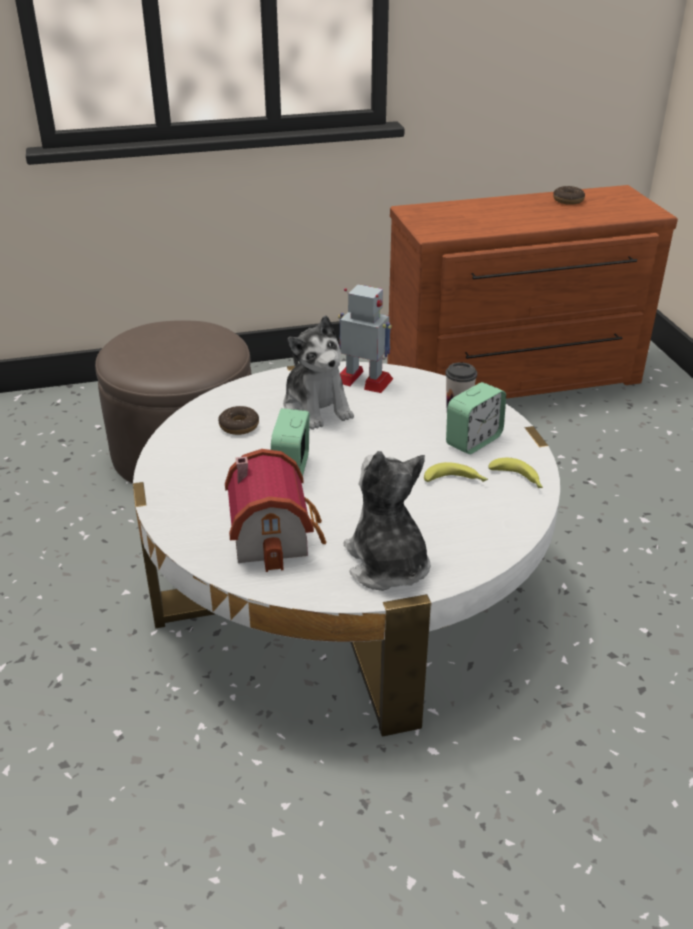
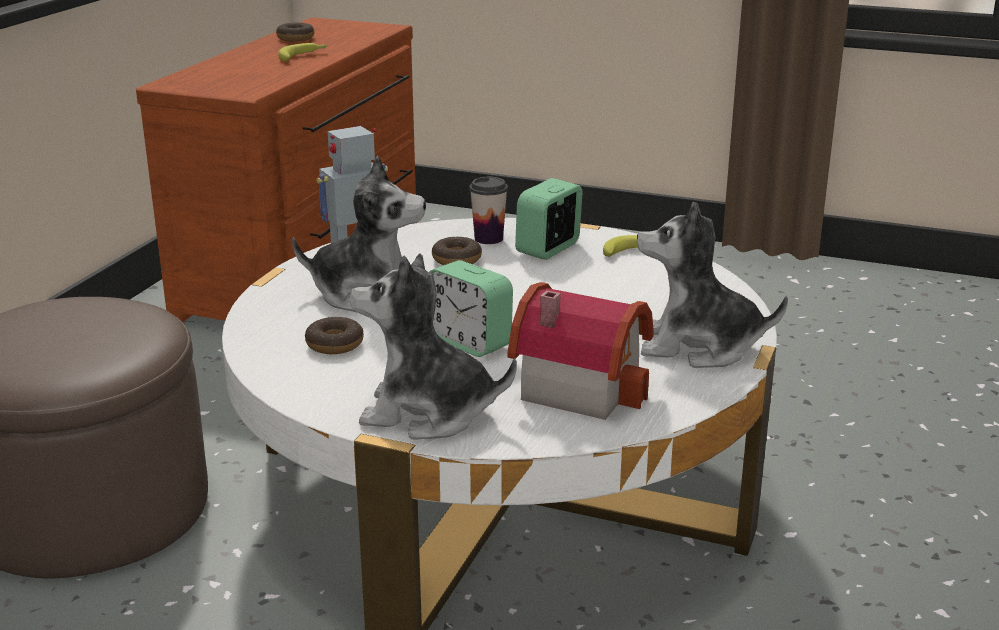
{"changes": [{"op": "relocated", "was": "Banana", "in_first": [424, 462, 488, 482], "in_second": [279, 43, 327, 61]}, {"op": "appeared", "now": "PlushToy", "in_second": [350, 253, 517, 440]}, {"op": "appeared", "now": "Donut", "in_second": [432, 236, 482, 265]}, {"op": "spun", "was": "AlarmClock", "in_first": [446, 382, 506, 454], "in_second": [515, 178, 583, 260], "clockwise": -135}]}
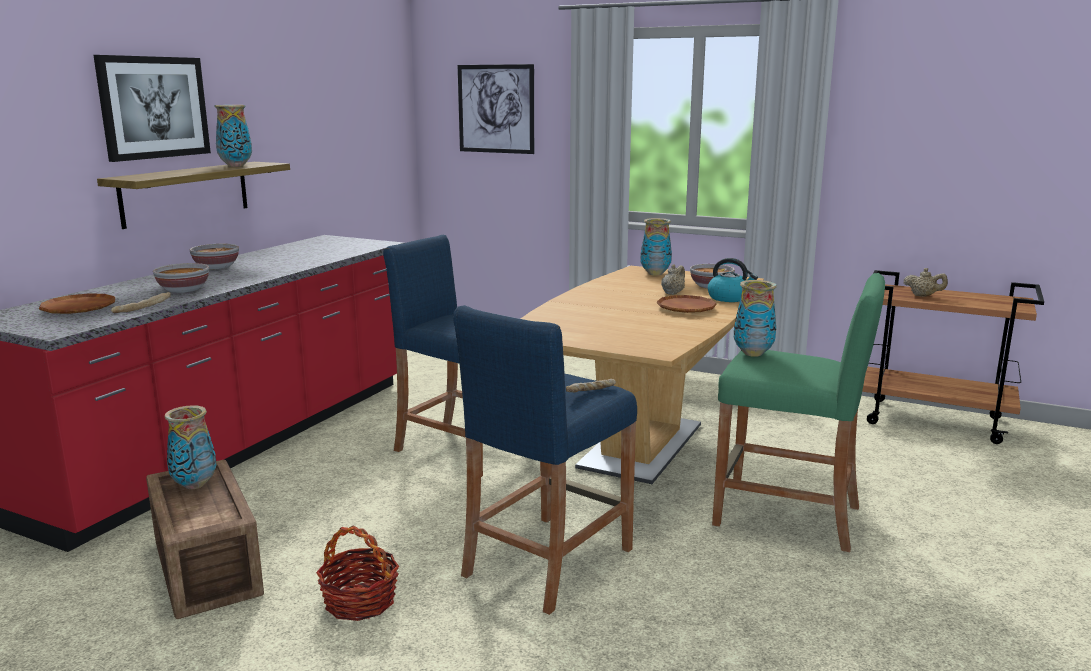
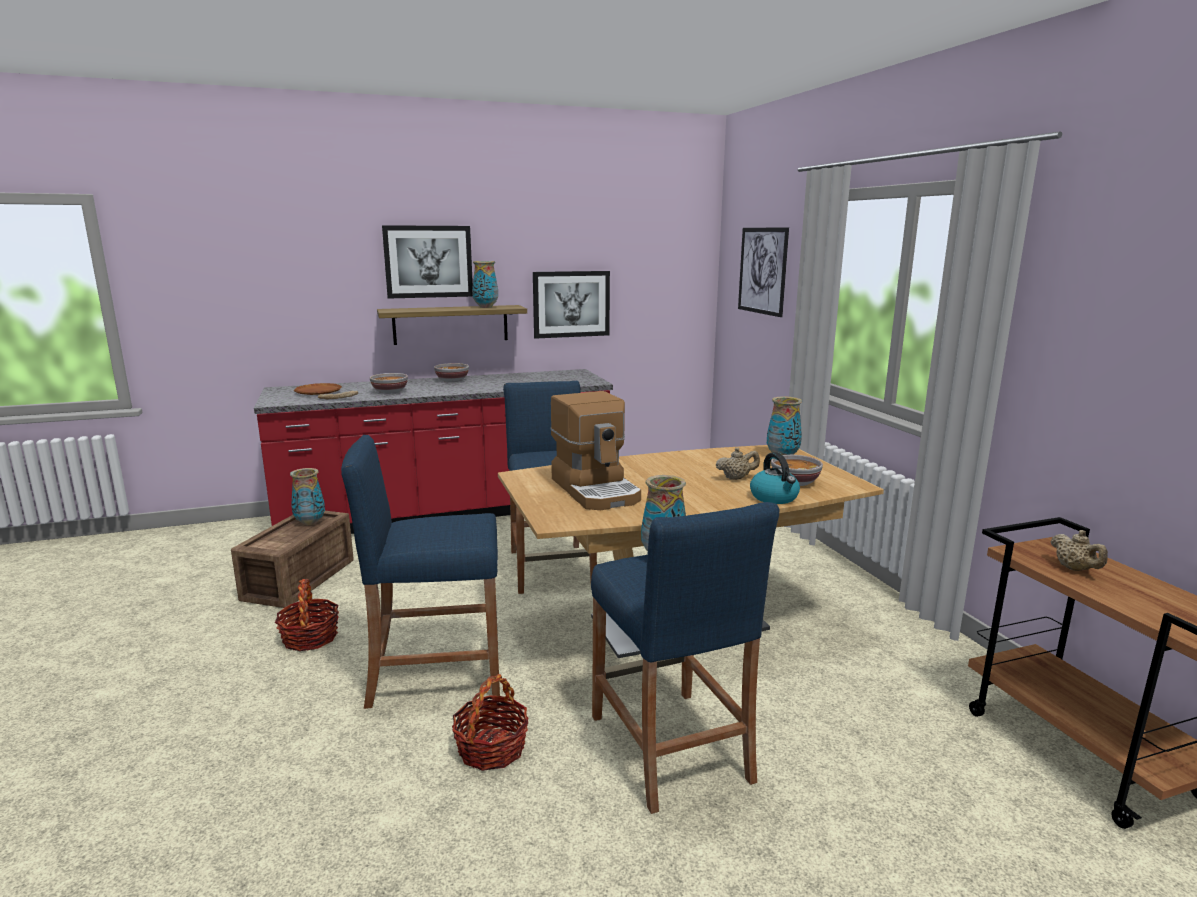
{"changes": [{"op": "appeared", "now": "Basket", "in_second": [452, 674, 528, 771]}, {"op": "appeared", "now": "Picture", "in_second": [533, 271, 610, 339]}, {"op": "appeared", "now": "CoffeeMachine", "in_second": [550, 391, 641, 510]}, {"op": "colour", "was": "GreenStool", "now": "BlueStool", "in_first": [712, 273, 885, 552], "in_second": [591, 502, 779, 814]}, {"op": "missing", "was": "Bread", "in_first": [566, 379, 616, 393]}, {"op": "missing", "was": "BrownPlate", "in_first": [657, 295, 717, 313]}]}
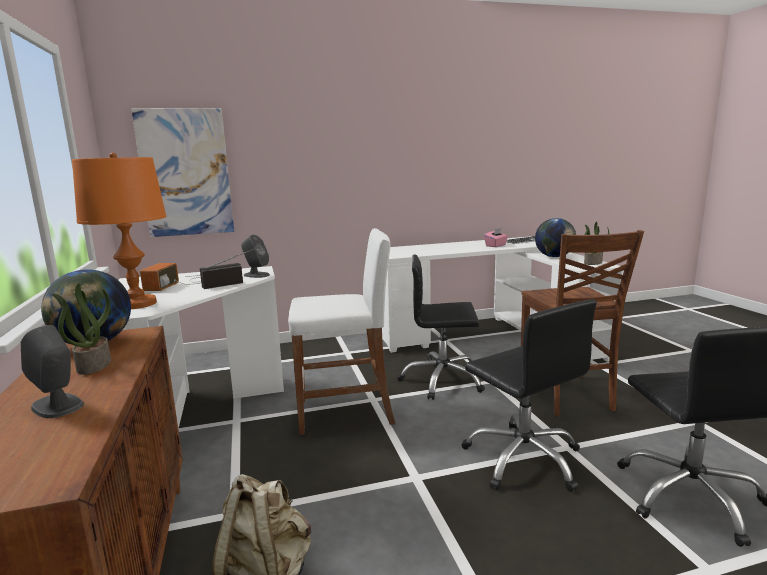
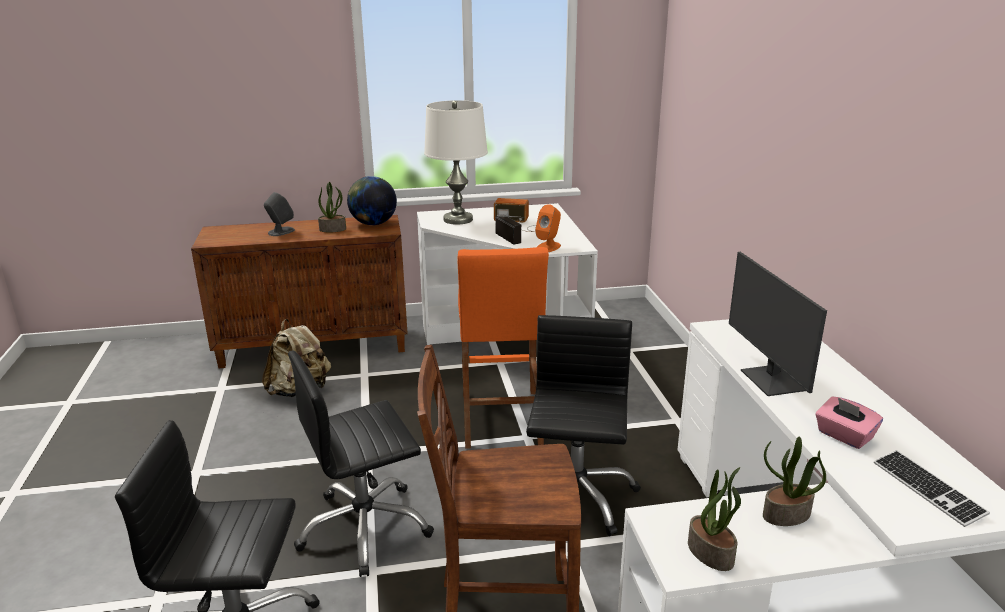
{"changes": [{"op": "colour", "was": "OrangeTableLamp", "now": "WhiteTableLamp", "in_first": [72, 152, 167, 309], "in_second": [424, 100, 488, 225]}, {"op": "colour", "was": "WhiteStool", "now": "OrangeStool", "in_first": [288, 228, 395, 435], "in_second": [457, 247, 549, 449]}, {"op": "colour", "was": "GreySpeaker", "now": "OrangeSpeaker", "in_first": [241, 235, 270, 278], "in_second": [535, 204, 561, 252]}, {"op": "appeared", "now": "Monitor", "in_second": [729, 252, 827, 396]}, {"op": "exchanged", "was": "Globe", "now": "PottedPlant", "in_first": [535, 218, 576, 257], "in_second": [763, 437, 826, 526]}, {"op": "missing", "was": "Picture", "in_first": [131, 108, 234, 237]}]}
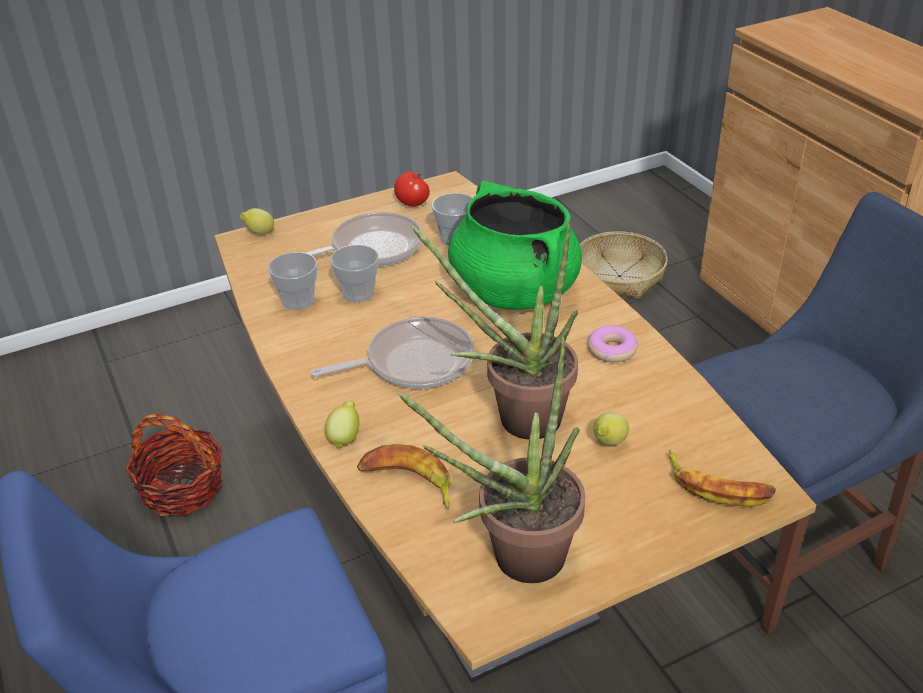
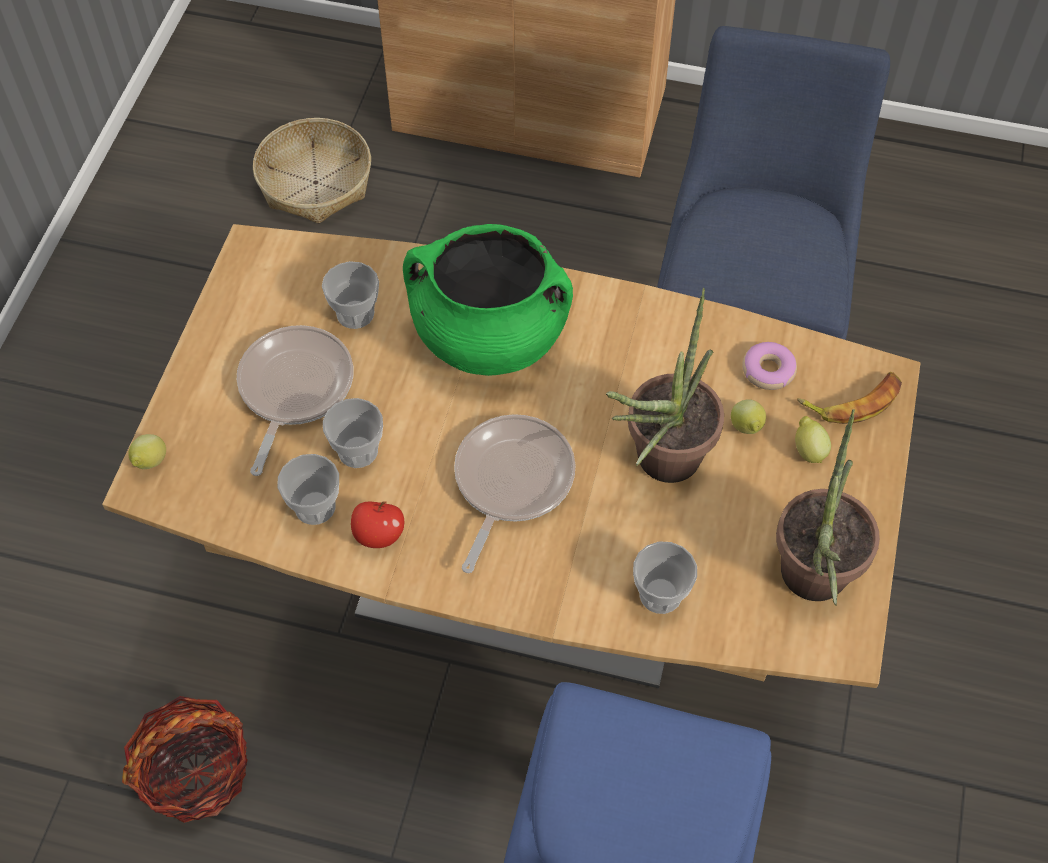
{"changes": [{"op": "relocated", "was": "Apple", "in_first": [394, 172, 430, 207], "in_second": [351, 501, 404, 548]}, {"op": "exchanged", "was": "Banana", "now": "Cup", "in_first": [357, 444, 451, 509], "in_second": [633, 541, 697, 614]}, {"op": "relocated", "was": "Donut", "in_first": [588, 325, 638, 362], "in_second": [743, 342, 797, 390]}, {"op": "relocated", "was": "Lemon", "in_first": [325, 401, 359, 449], "in_second": [795, 416, 831, 463]}]}
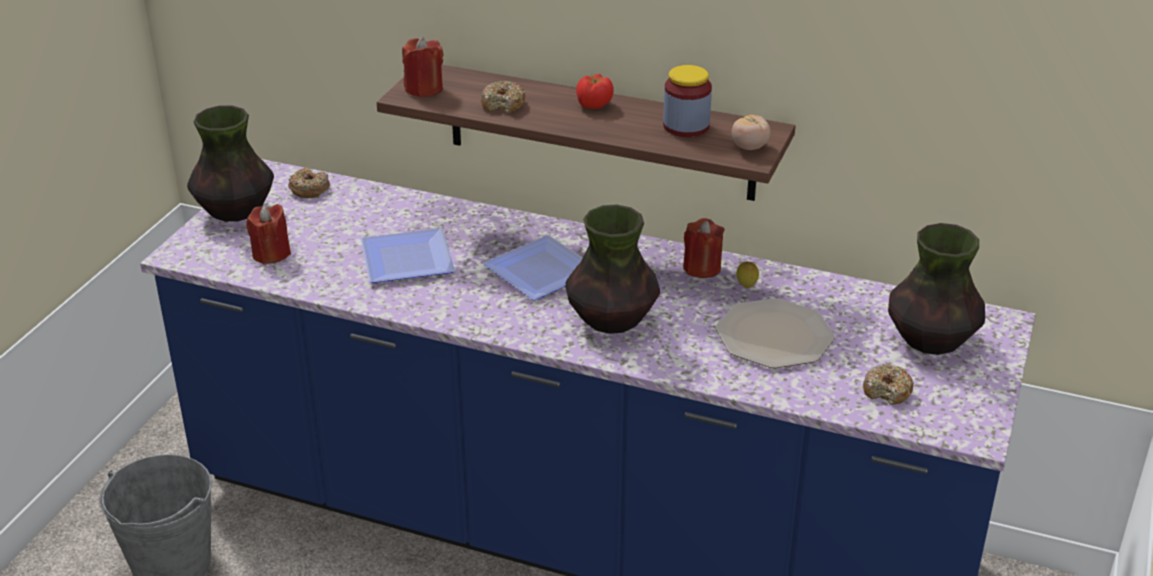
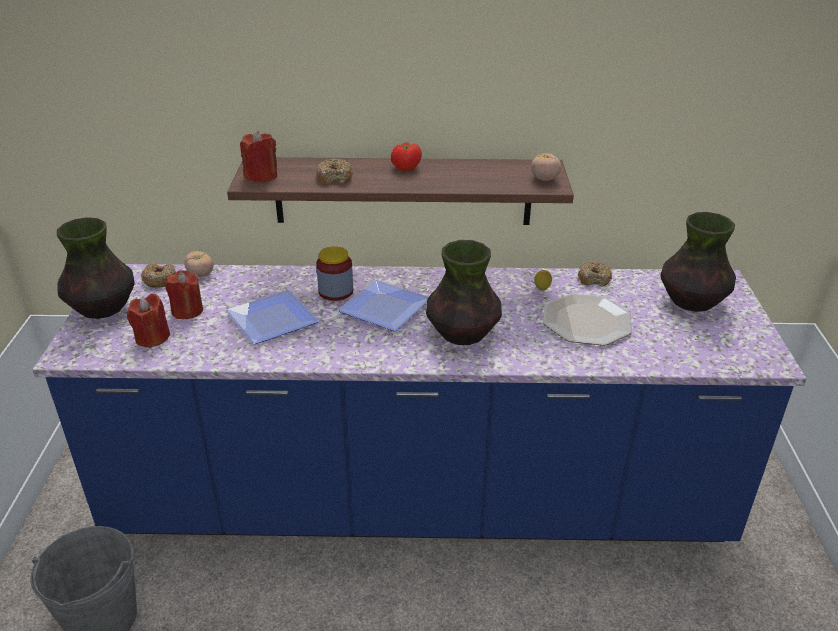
{"changes": [{"op": "relocated", "was": "RedCandle", "in_first": [683, 218, 725, 278], "in_second": [165, 270, 203, 319]}, {"op": "appeared", "now": "Tomato", "in_second": [184, 251, 214, 277]}, {"op": "relocated", "was": "Jar", "in_first": [663, 65, 712, 137], "in_second": [316, 246, 353, 301]}, {"op": "relocated", "was": "Donut", "in_first": [863, 364, 914, 405], "in_second": [578, 261, 612, 287]}]}
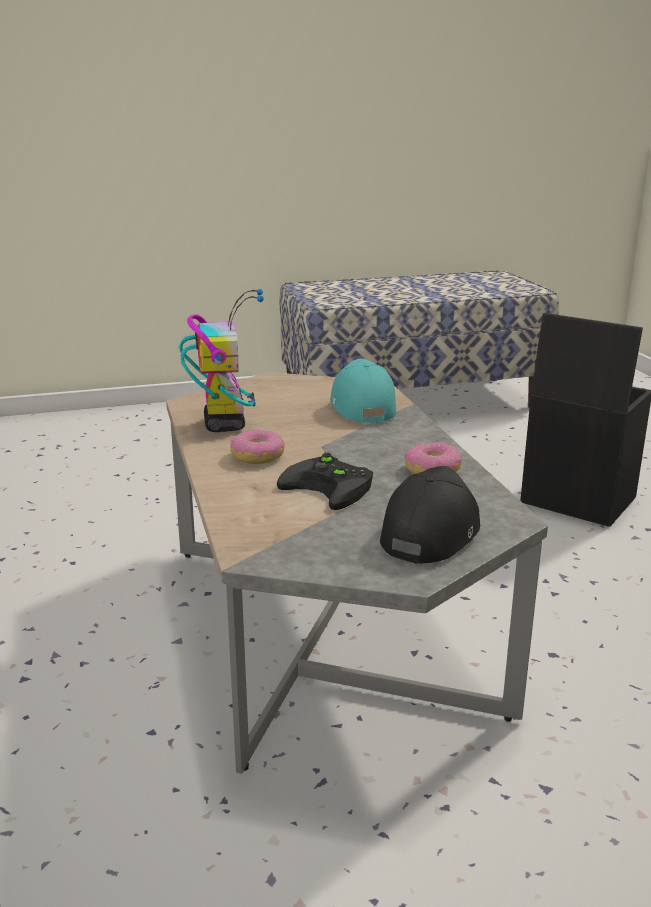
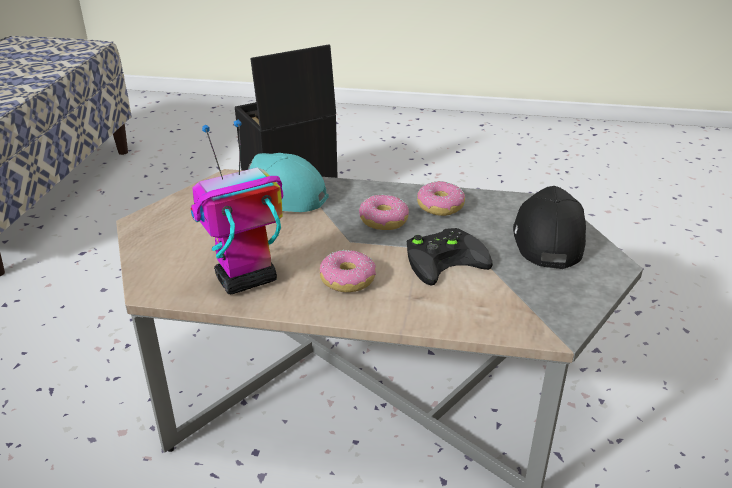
{"changes": [{"op": "spun", "was": "ToyRobot", "in_first": [179, 289, 264, 432], "in_second": [191, 119, 283, 294], "clockwise": -45}, {"op": "appeared", "now": "Donut", "in_second": [359, 195, 409, 230]}, {"op": "spun", "was": "BlackCap", "in_first": [380, 466, 480, 564], "in_second": [513, 186, 586, 269], "clockwise": 45}]}
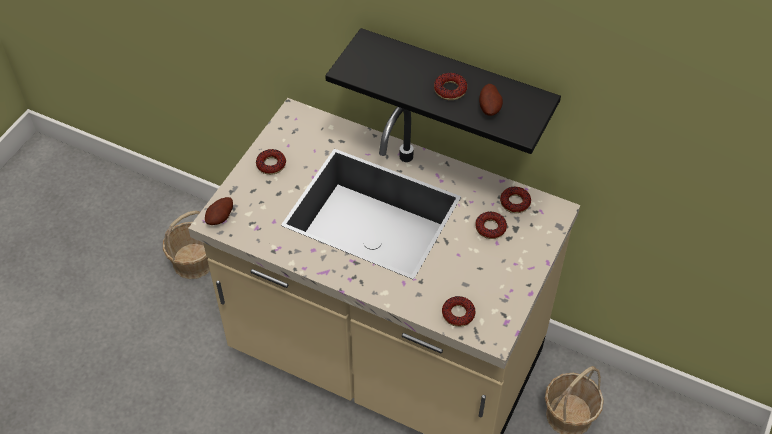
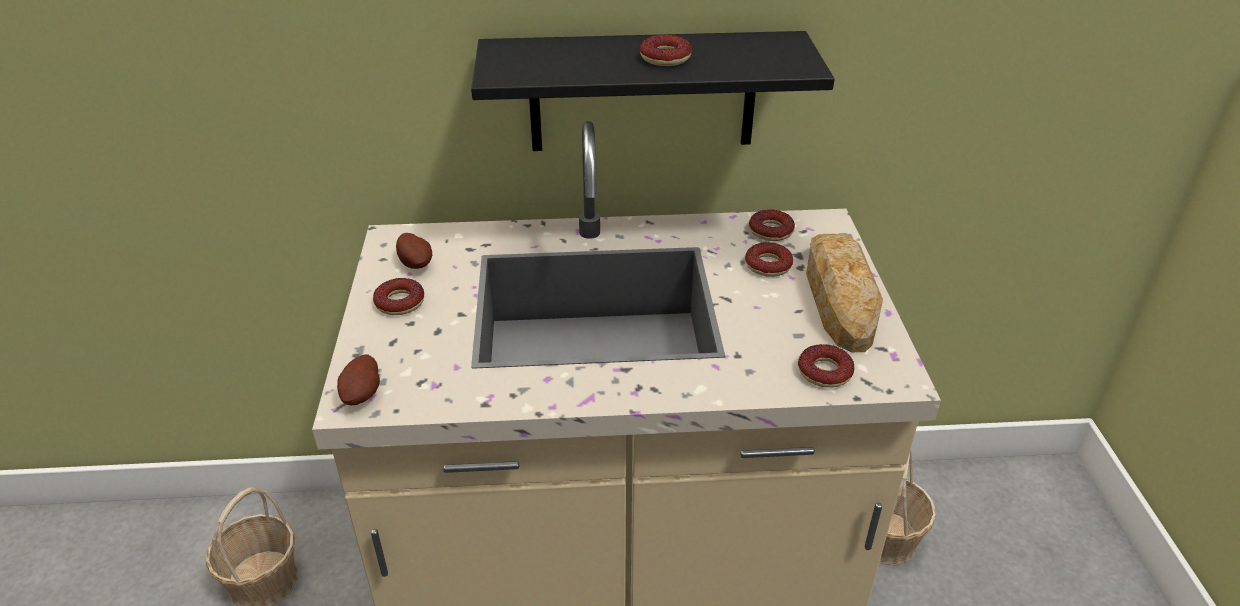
{"changes": [{"op": "relocated", "was": "Potato", "in_first": [479, 84, 503, 116], "in_second": [396, 233, 432, 269]}, {"op": "appeared", "now": "Bread", "in_second": [806, 234, 883, 352]}]}
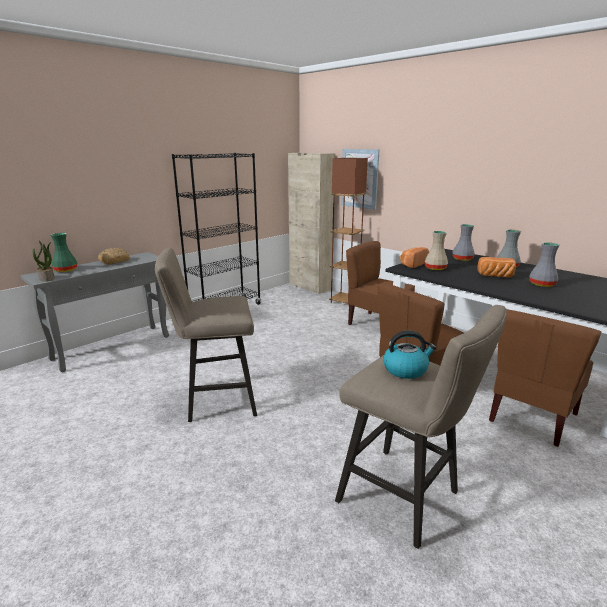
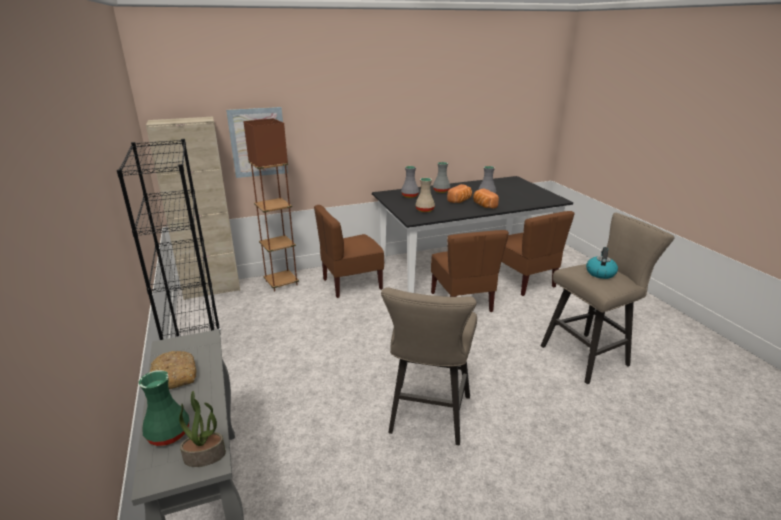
{"changes": [{"op": "relocated", "was": "Bread", "in_first": [400, 247, 429, 268], "in_second": [473, 188, 499, 208]}]}
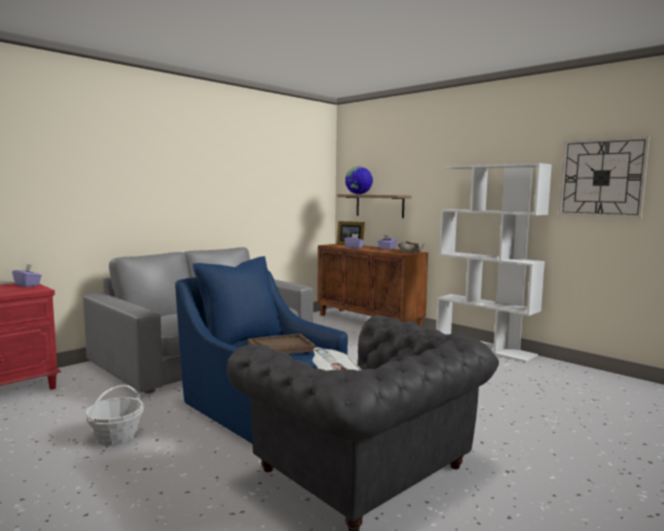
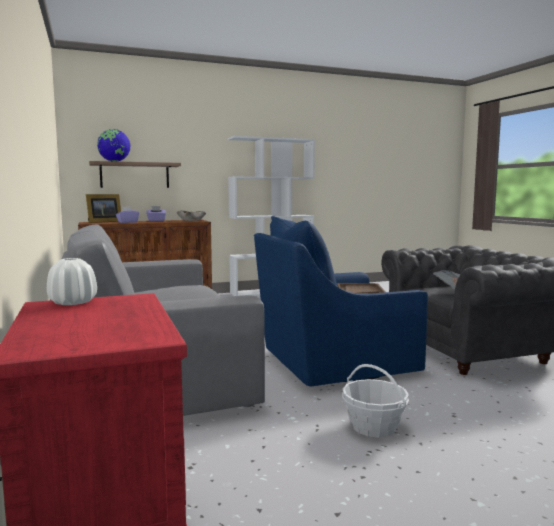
{"changes": [{"op": "exchanged", "was": "PurpleTissueBox", "now": "WhiteVase", "in_first": [12, 264, 42, 287], "in_second": [47, 258, 97, 305]}, {"op": "missing", "was": "WallClock", "in_first": [559, 136, 650, 218]}]}
